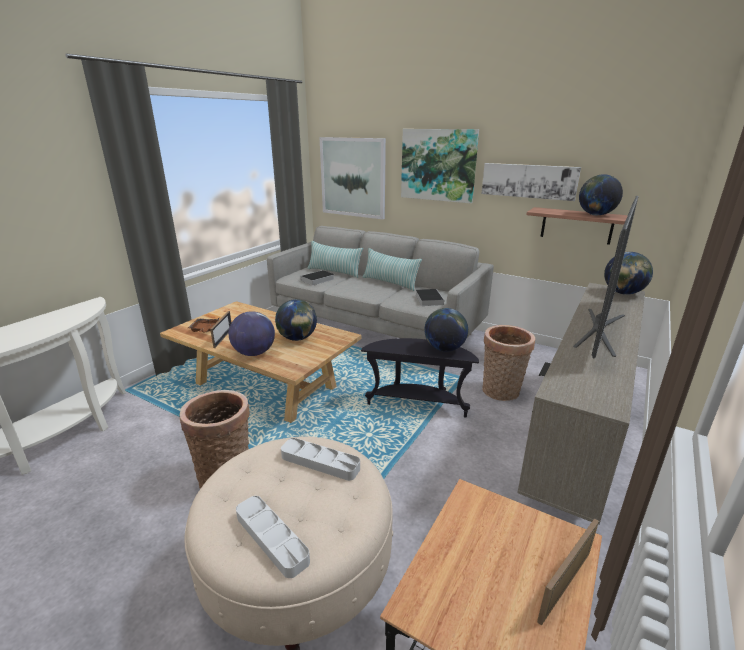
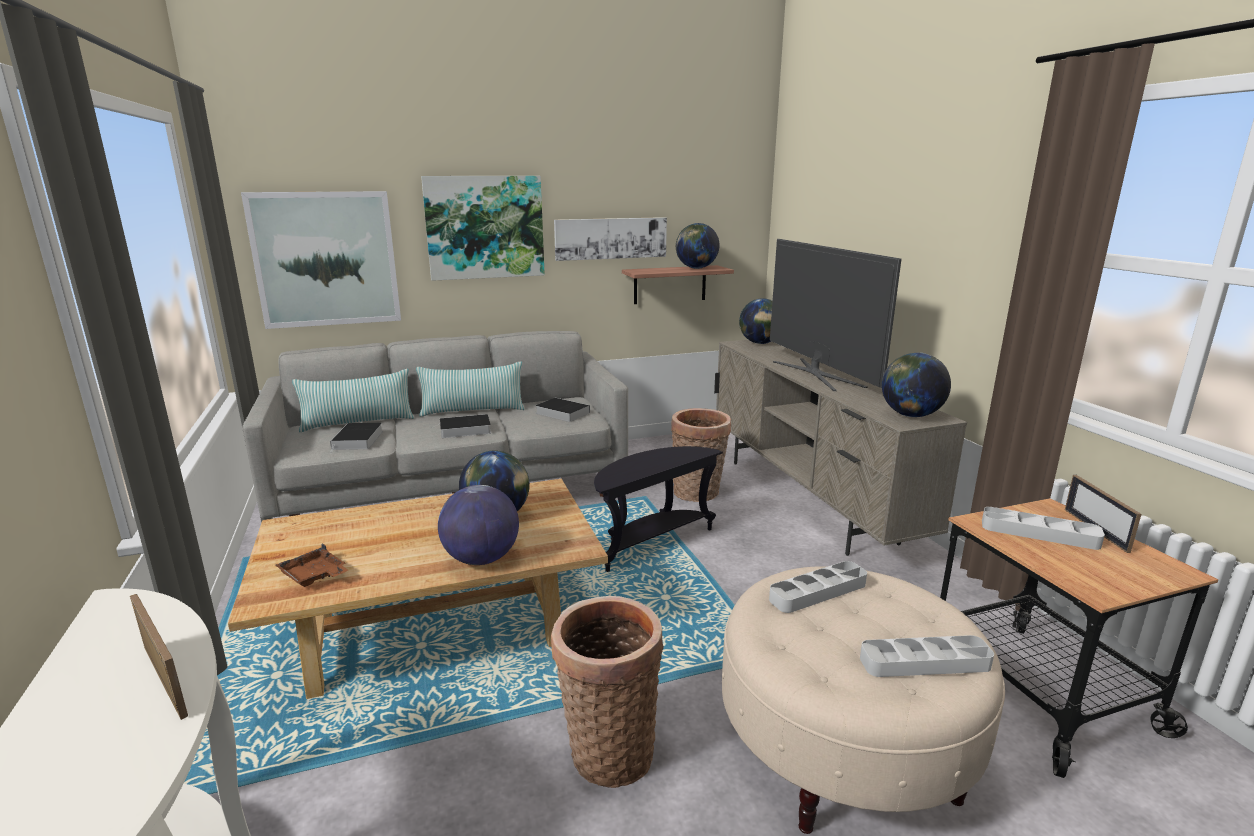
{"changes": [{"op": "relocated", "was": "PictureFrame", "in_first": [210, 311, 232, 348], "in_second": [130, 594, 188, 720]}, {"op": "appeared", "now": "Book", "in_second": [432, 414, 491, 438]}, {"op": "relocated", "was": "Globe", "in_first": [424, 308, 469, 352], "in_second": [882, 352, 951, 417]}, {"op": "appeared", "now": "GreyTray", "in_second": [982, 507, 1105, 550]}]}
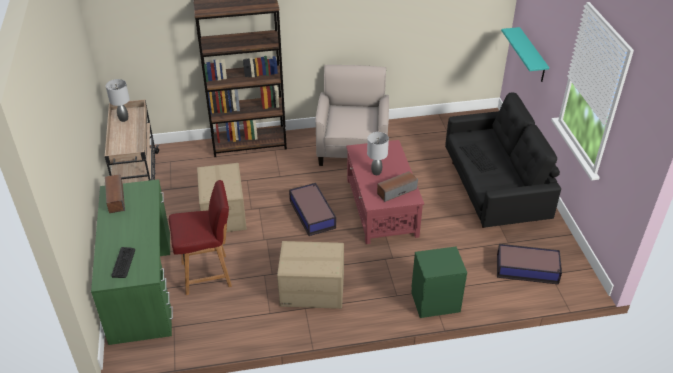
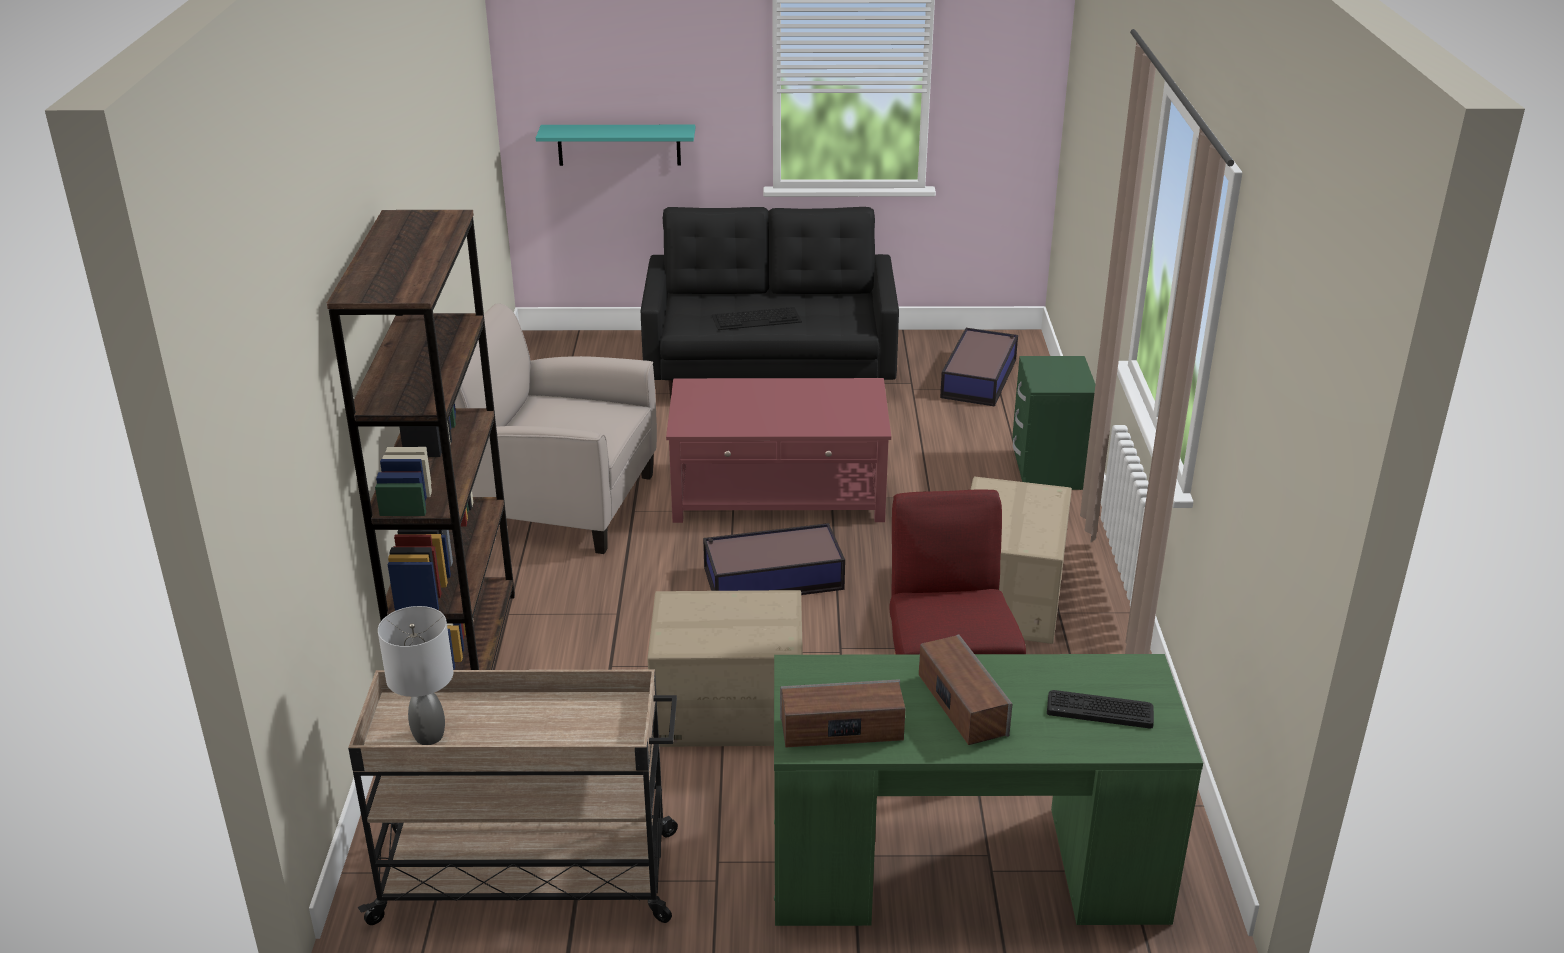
{"changes": [{"op": "relocated", "was": "Speaker", "in_first": [377, 171, 418, 202], "in_second": [919, 634, 1012, 745]}, {"op": "missing", "was": "GreyTableLamp", "in_first": [367, 132, 389, 175]}]}
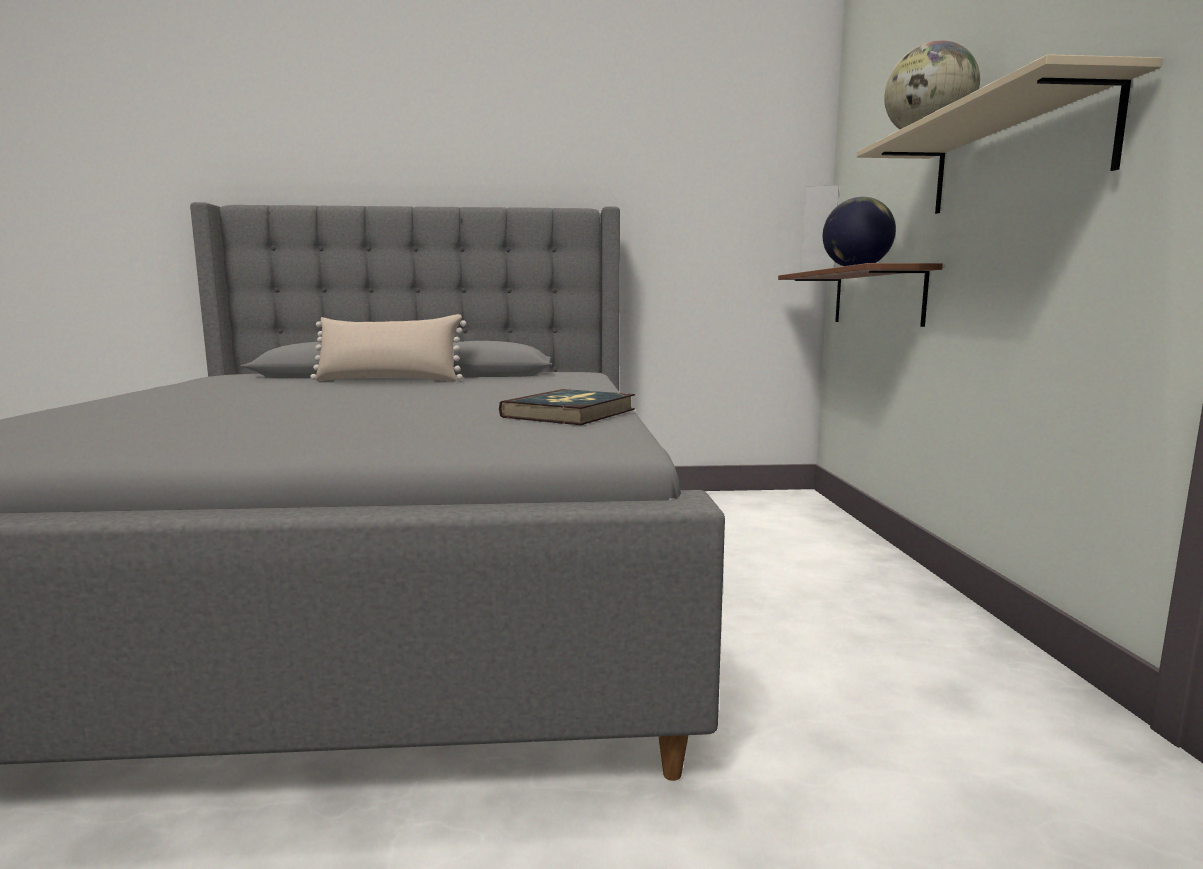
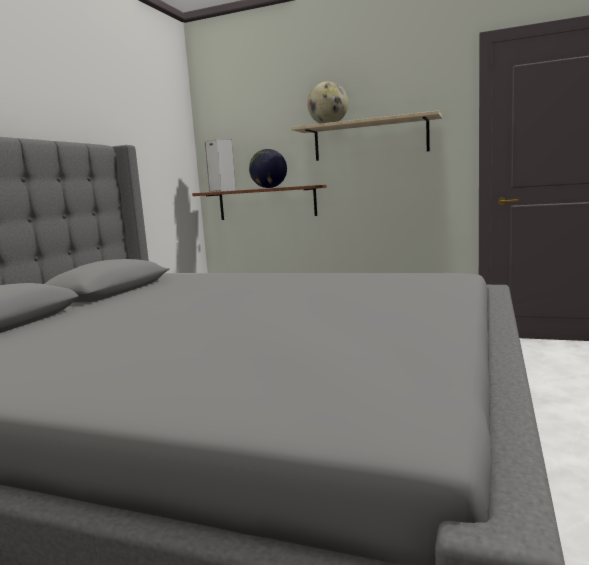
{"changes": [{"op": "missing", "was": "BeigePillow", "in_first": [310, 314, 466, 381]}, {"op": "missing", "was": "Book", "in_first": [499, 389, 635, 425]}]}
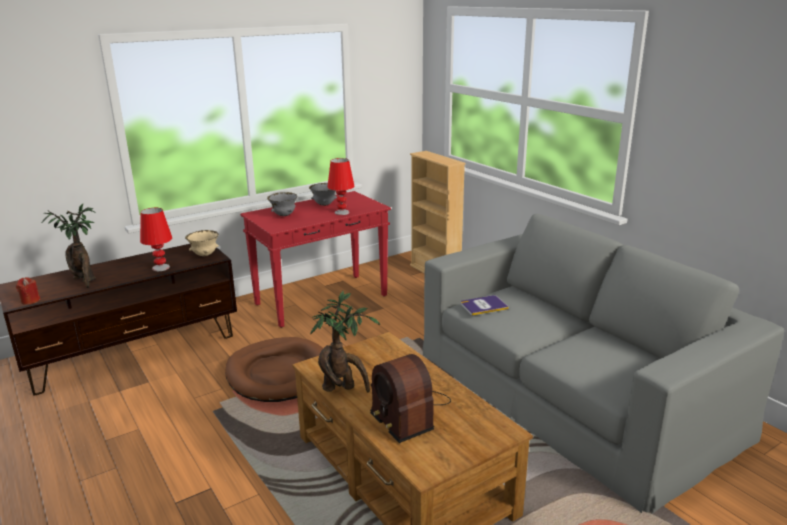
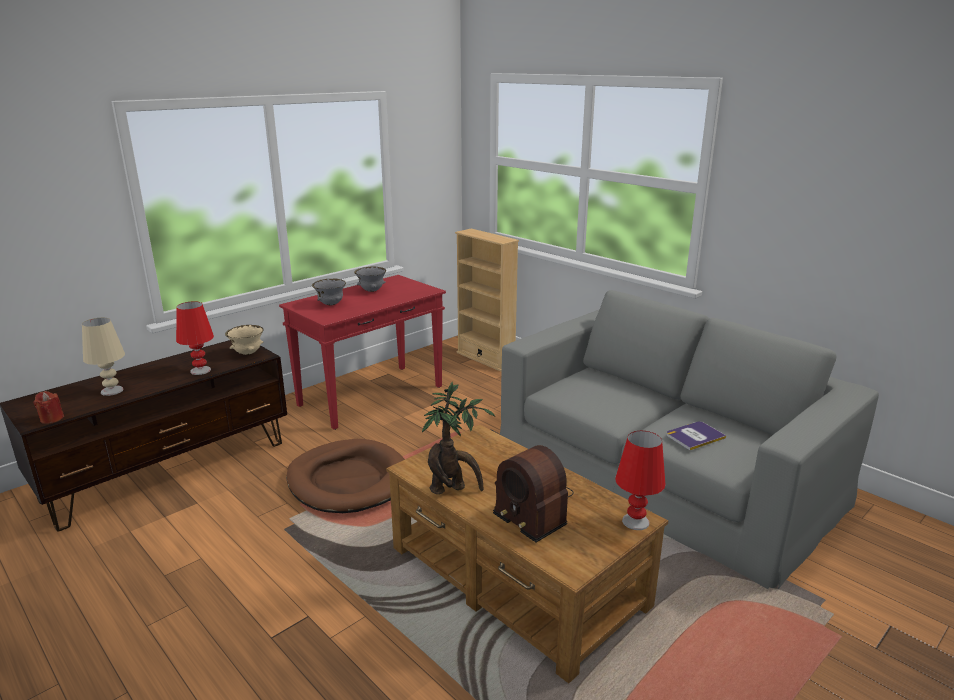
{"changes": [{"op": "exchanged", "was": "PottedPlant", "now": "BeigeTableLamp", "in_first": [42, 204, 96, 288], "in_second": [82, 318, 125, 396]}, {"op": "relocated", "was": "RedTableLamp", "in_first": [327, 158, 354, 215], "in_second": [615, 431, 665, 530]}, {"op": "relocated", "was": "Book", "in_first": [461, 295, 509, 316], "in_second": [667, 421, 726, 450]}]}
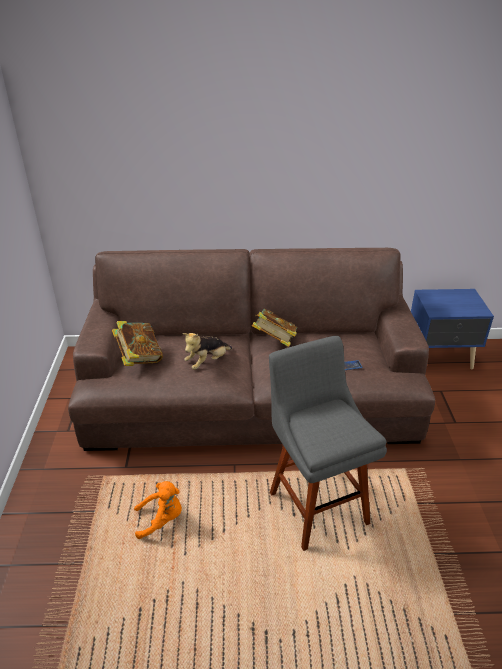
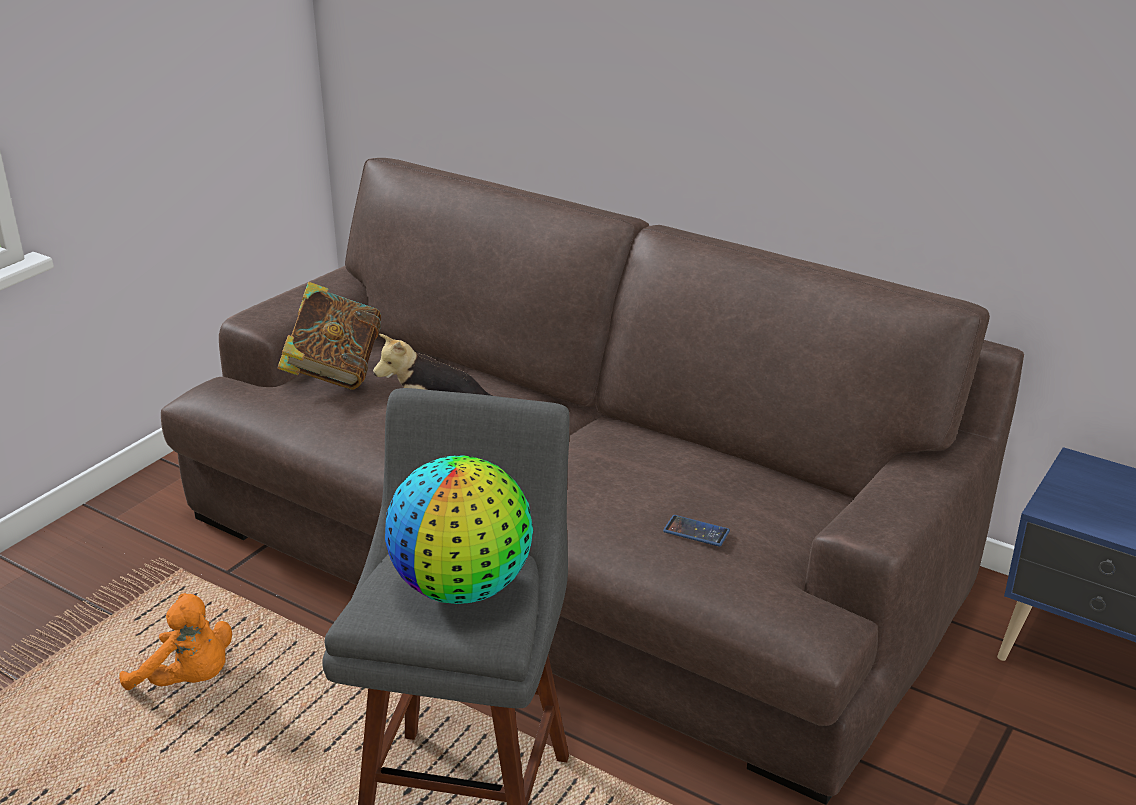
{"changes": [{"op": "appeared", "now": "Globe", "in_second": [385, 455, 533, 604]}, {"op": "missing", "was": "Book", "in_first": [252, 308, 297, 347]}]}
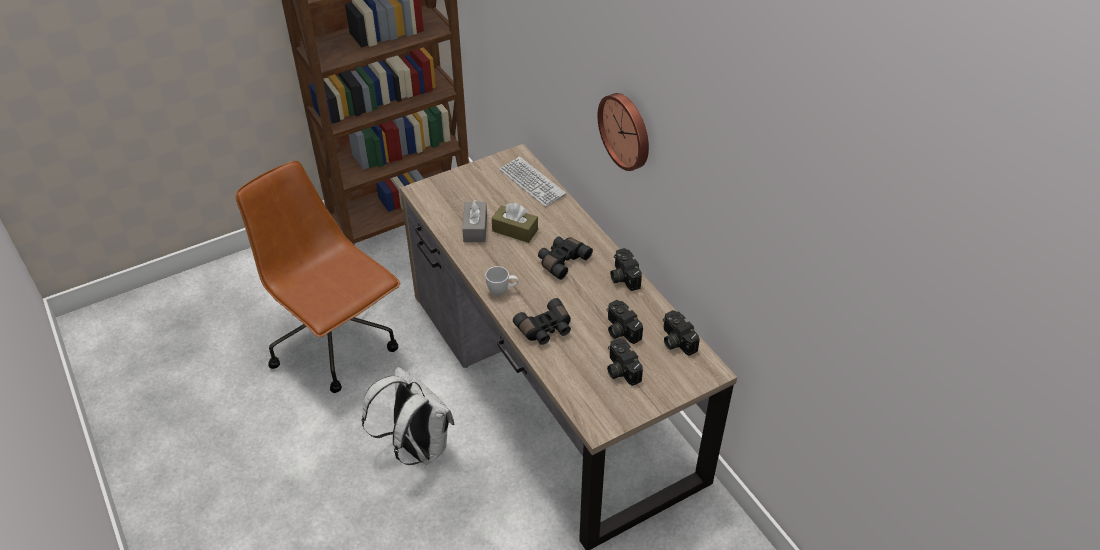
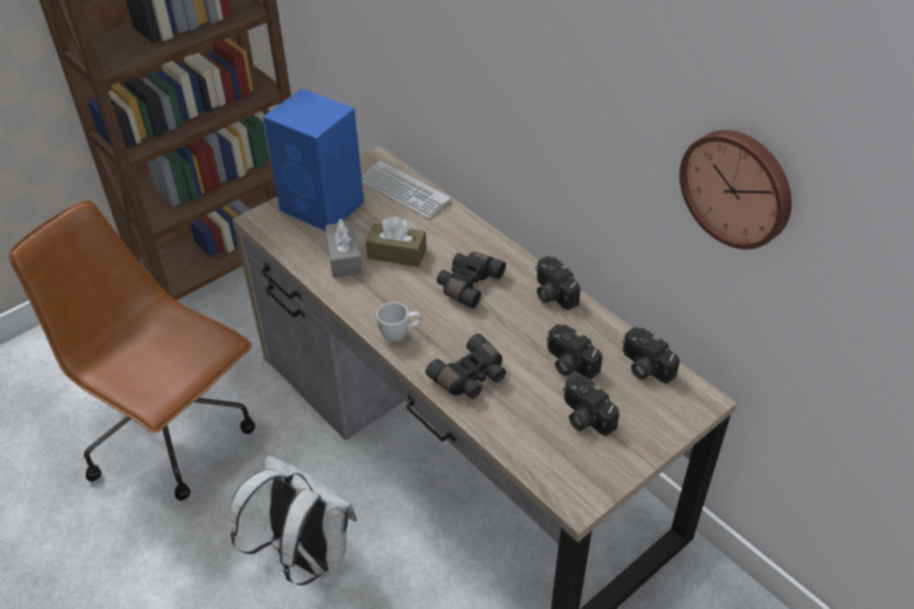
{"changes": [{"op": "appeared", "now": "BlueSpeaker", "in_second": [263, 88, 364, 231]}, {"op": "relocated", "was": "WallClock", "in_first": [597, 93, 649, 171], "in_second": [679, 130, 792, 250]}]}
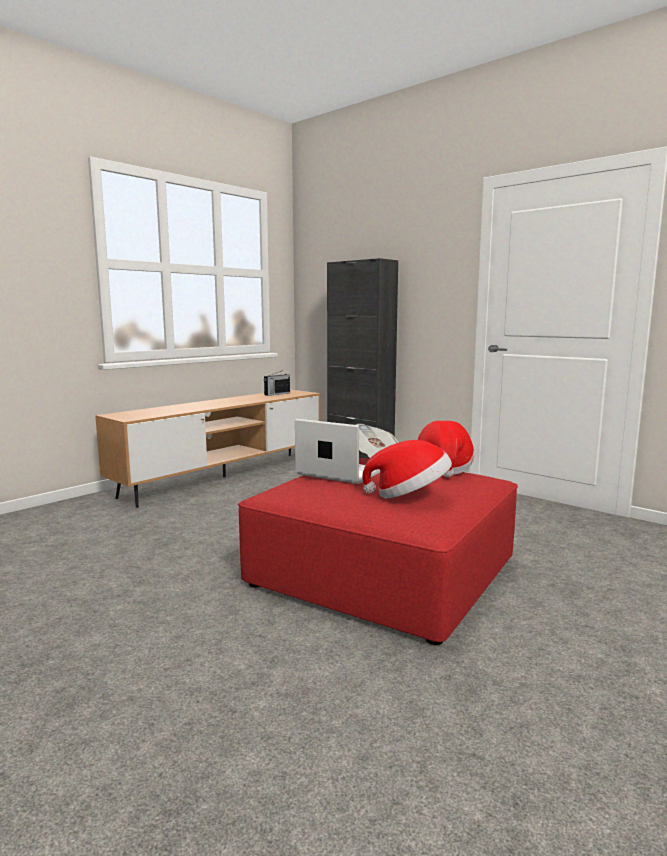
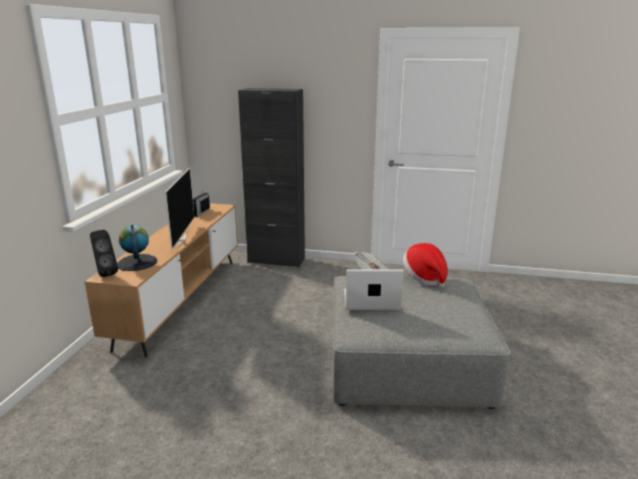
{"changes": [{"op": "appeared", "now": "BlackSpeaker", "in_second": [90, 230, 118, 277]}, {"op": "appeared", "now": "Globe", "in_second": [117, 225, 157, 271]}, {"op": "appeared", "now": "Television", "in_second": [165, 168, 194, 250]}, {"op": "colour", "was": "RedOttoman", "now": "GreyOttoman", "in_first": [238, 458, 518, 645], "in_second": [333, 276, 510, 409]}, {"op": "missing", "was": "Hat", "in_first": [362, 440, 452, 498]}]}
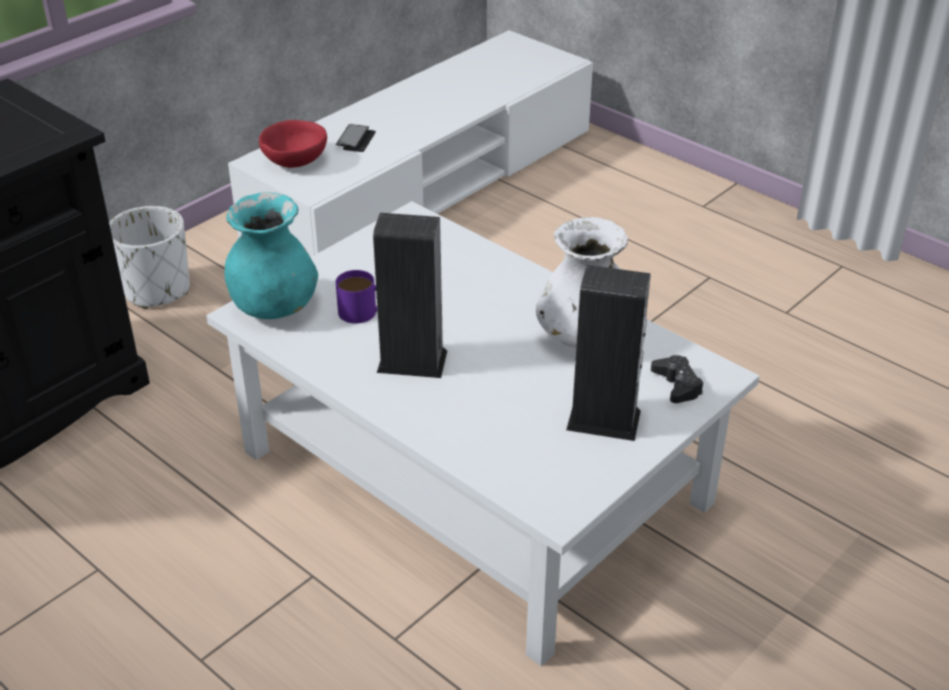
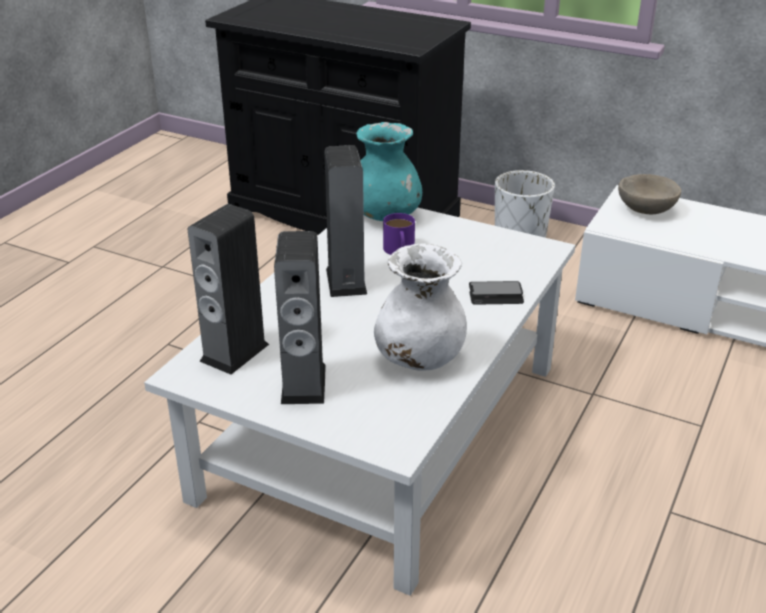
{"changes": [{"op": "appeared", "now": "Speaker", "in_second": [188, 204, 269, 375]}, {"op": "relocated", "was": "Phone", "in_first": [336, 124, 376, 152], "in_second": [469, 281, 524, 305]}, {"op": "colour", "was": "RedBowl", "now": "BeigeBowl", "in_first": [259, 120, 327, 168], "in_second": [618, 174, 681, 214]}, {"op": "missing", "was": "BlackGameController", "in_first": [651, 355, 703, 403]}]}
